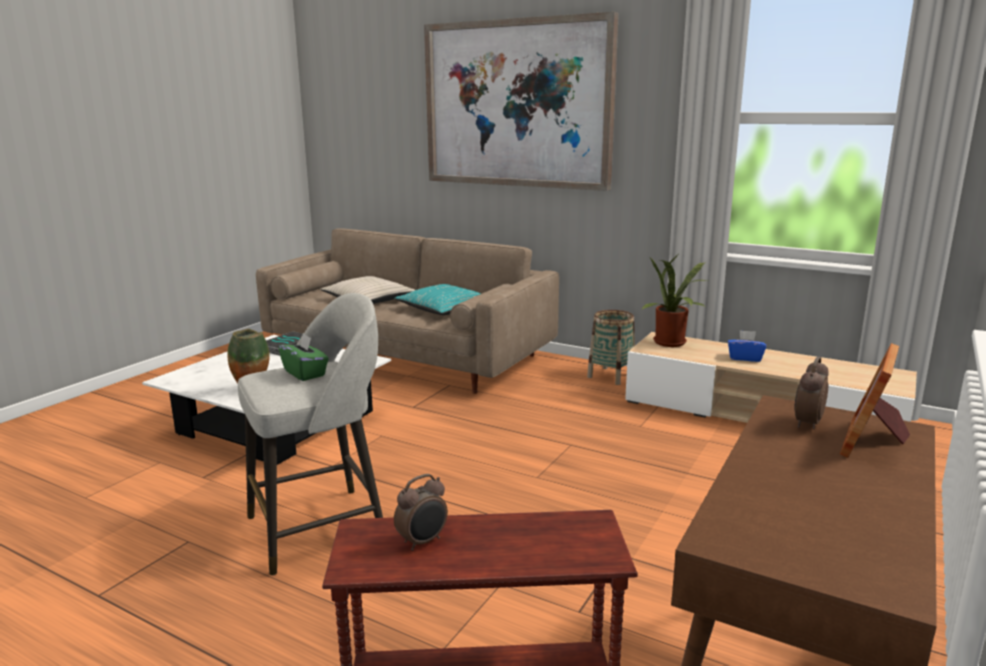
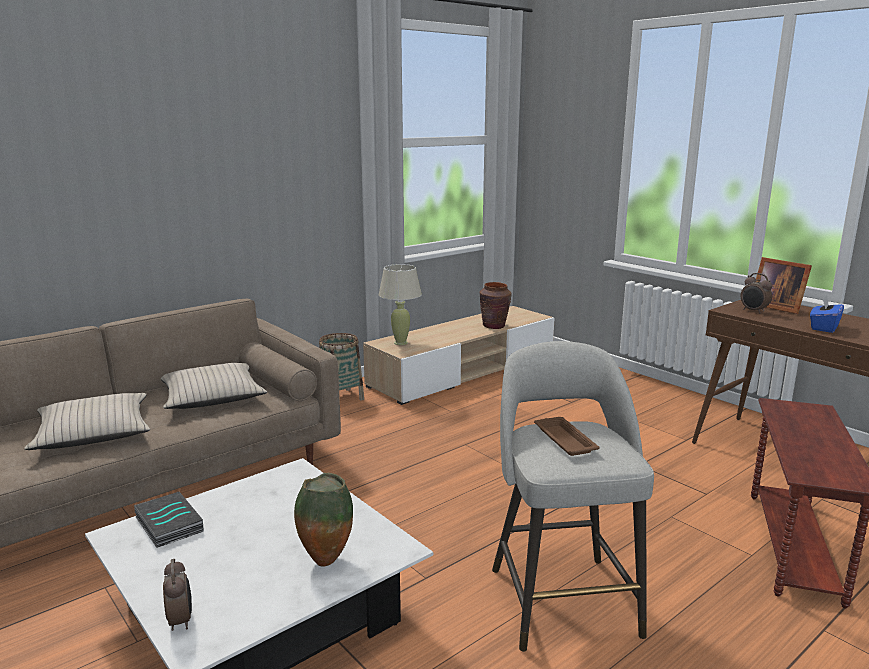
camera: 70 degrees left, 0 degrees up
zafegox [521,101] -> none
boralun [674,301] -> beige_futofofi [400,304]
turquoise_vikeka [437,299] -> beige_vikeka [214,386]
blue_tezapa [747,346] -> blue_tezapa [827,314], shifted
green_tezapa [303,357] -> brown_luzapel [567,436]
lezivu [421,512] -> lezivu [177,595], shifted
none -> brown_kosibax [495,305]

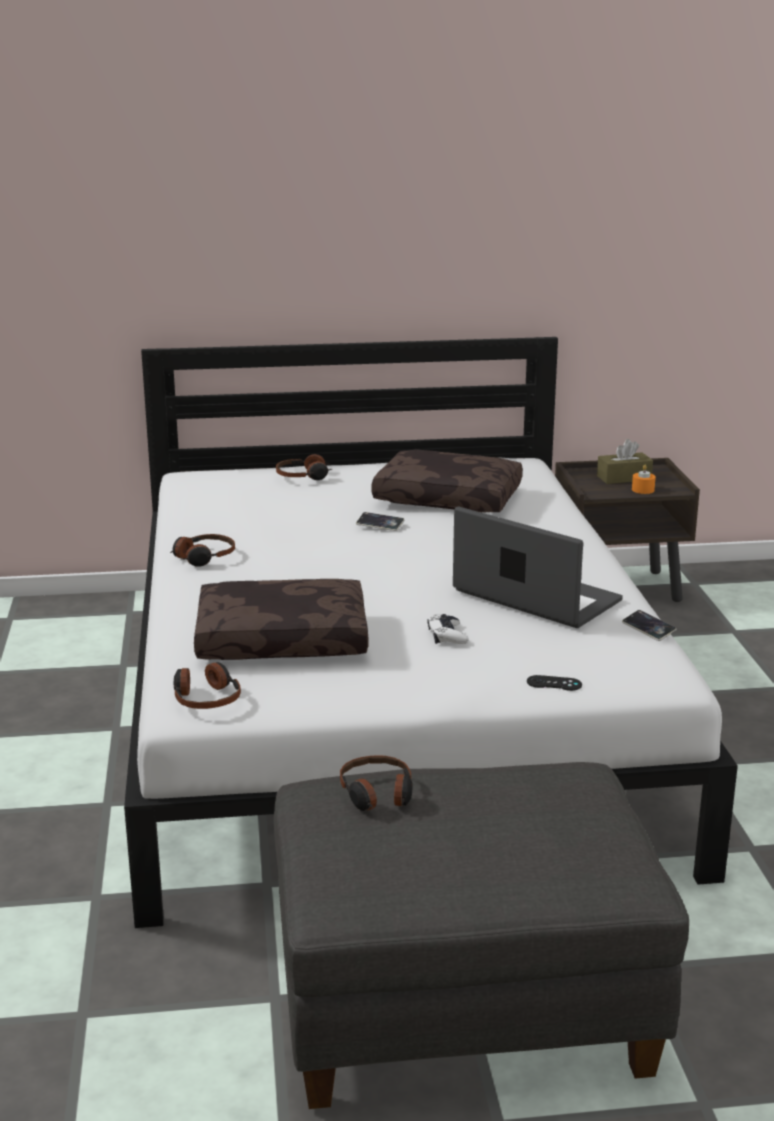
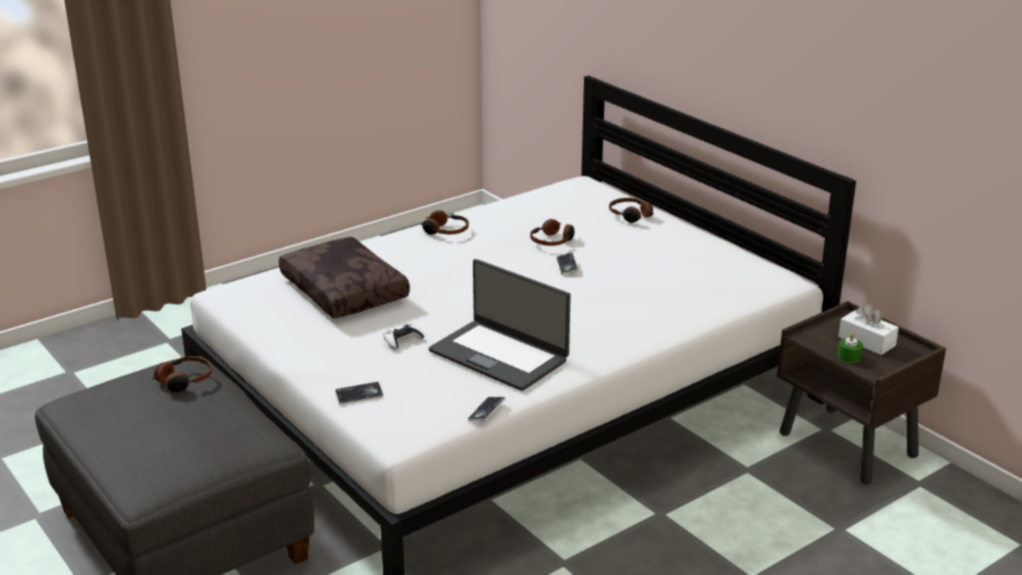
camera: 60 degrees right, 5 degrees up
brown_tezapa [625,461] -> white_tezapa [869,329]
brown_vikeka [447,481] -> none
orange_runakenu [644,479] -> green_runakenu [850,348]
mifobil [538,567] -> mifobil [500,325], 120 degrees clockwise
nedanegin [207,685] -> nedanegin [552,232], shifted
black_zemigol [554,683] -> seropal [359,393]

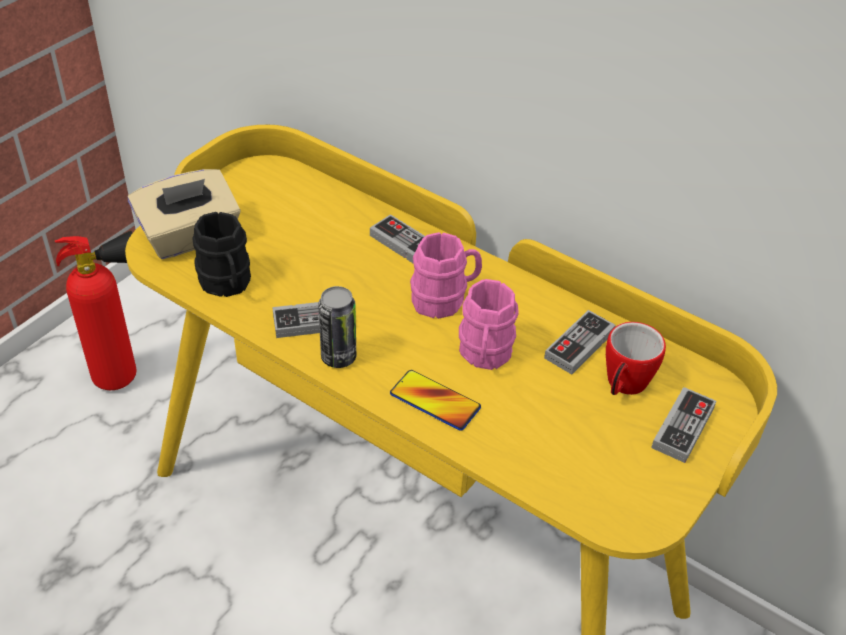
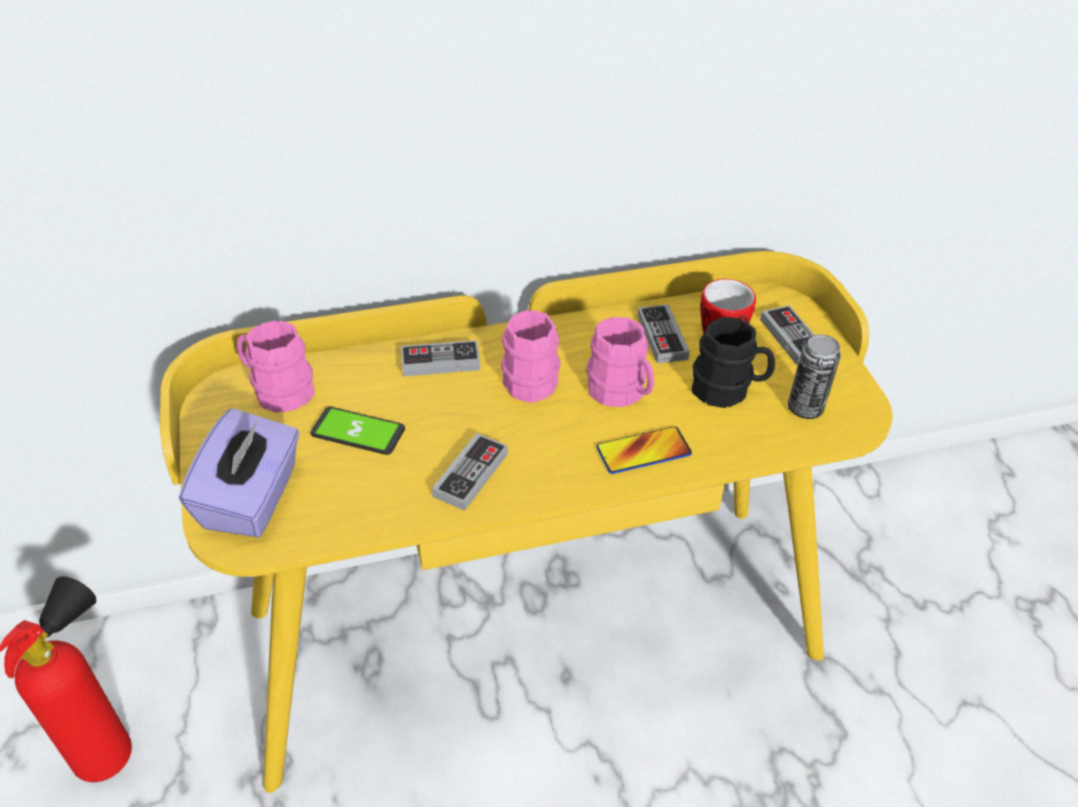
camera: 50 degrees left, 0 degrees up
beige_tezapa [184,214] -> purple_tezapa [239,473]
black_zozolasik [221,254] -> black_zozolasik [733,362], shifted
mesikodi [337,327] -> mesikodi [814,376], shifted
none -> pink_zozolasik [276,366]
none -> seropal [357,431]

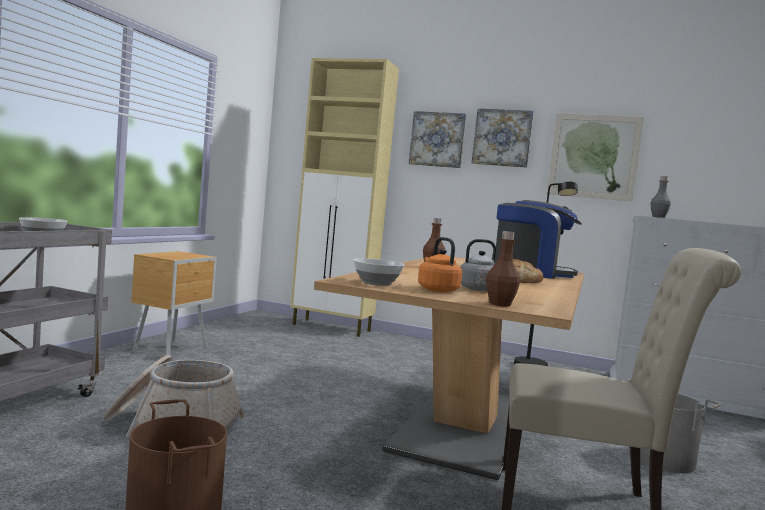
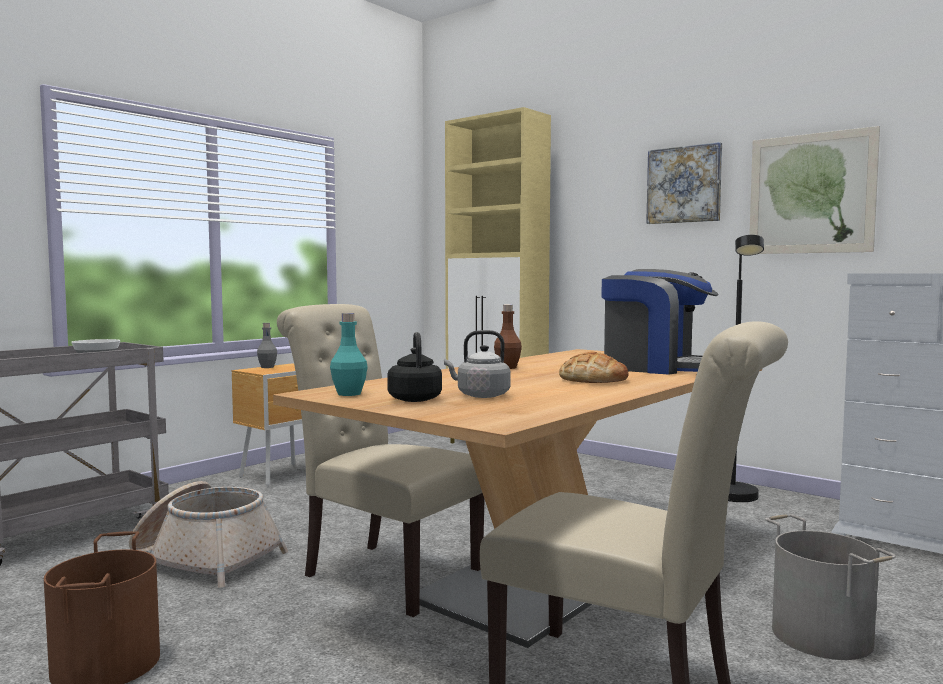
camera: 20 degrees right, 0 degrees up
zafegox [438,139] -> none
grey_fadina [661,197] -> grey_fadina [267,345], shifted
brown_fadina [503,269] -> none
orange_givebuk [440,264] -> black_givebuk [414,367]
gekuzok [379,272] -> turquoise_fadina [348,354]
none -> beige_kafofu [380,460]

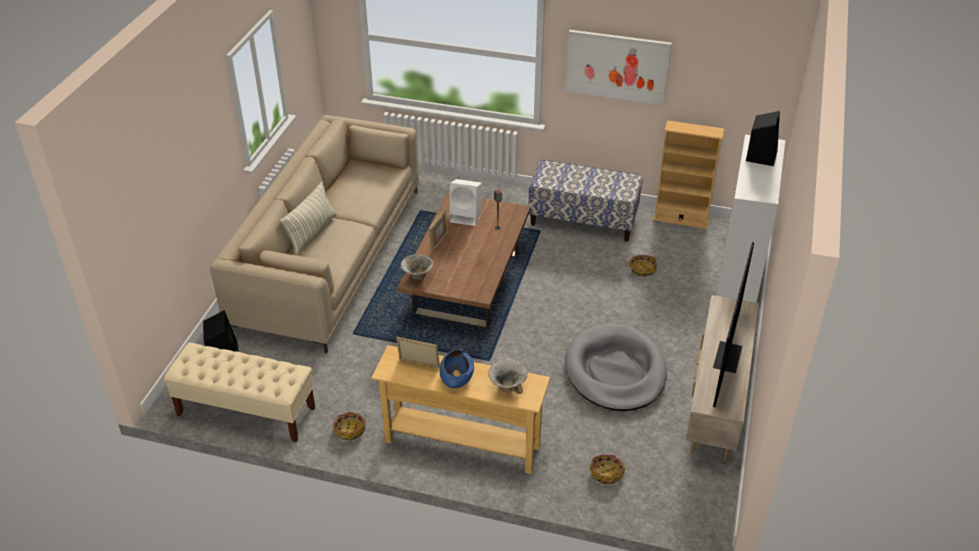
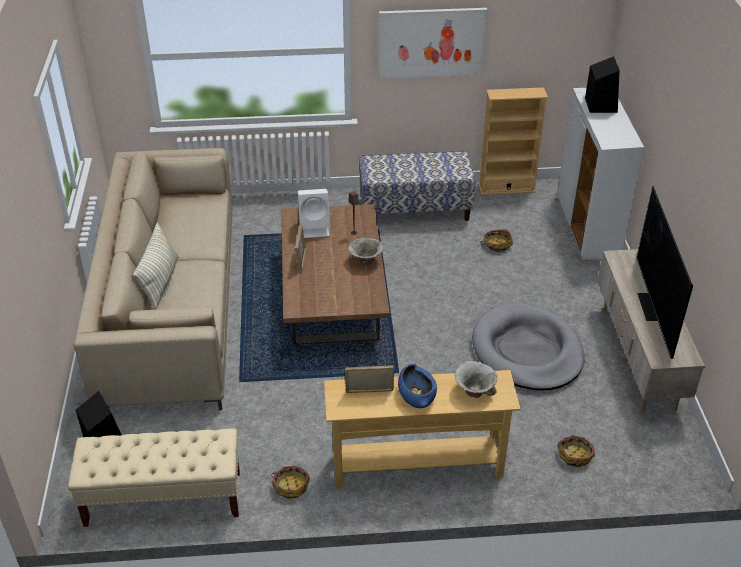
camera: 20 degrees left, 0 degrees up
gekuzok [417,267] -> gekuzok [365,251], shifted

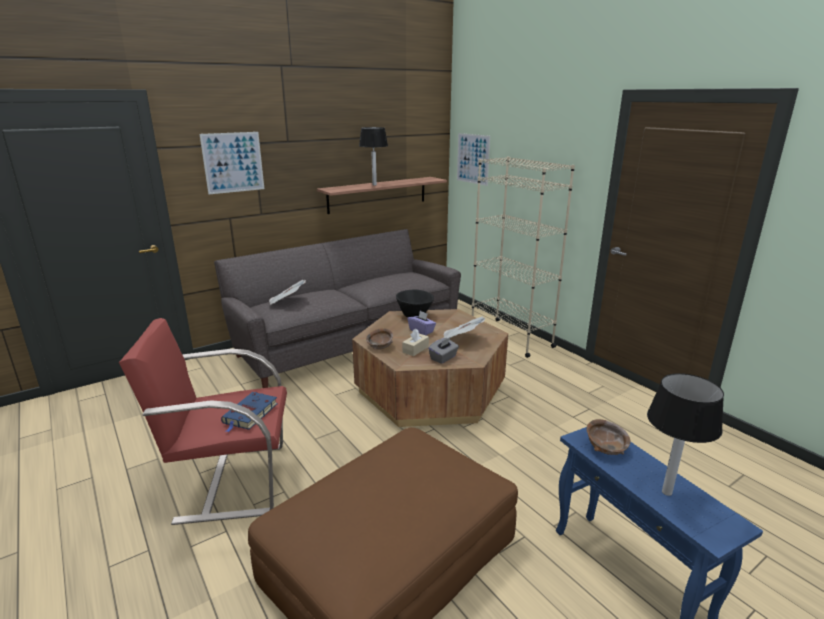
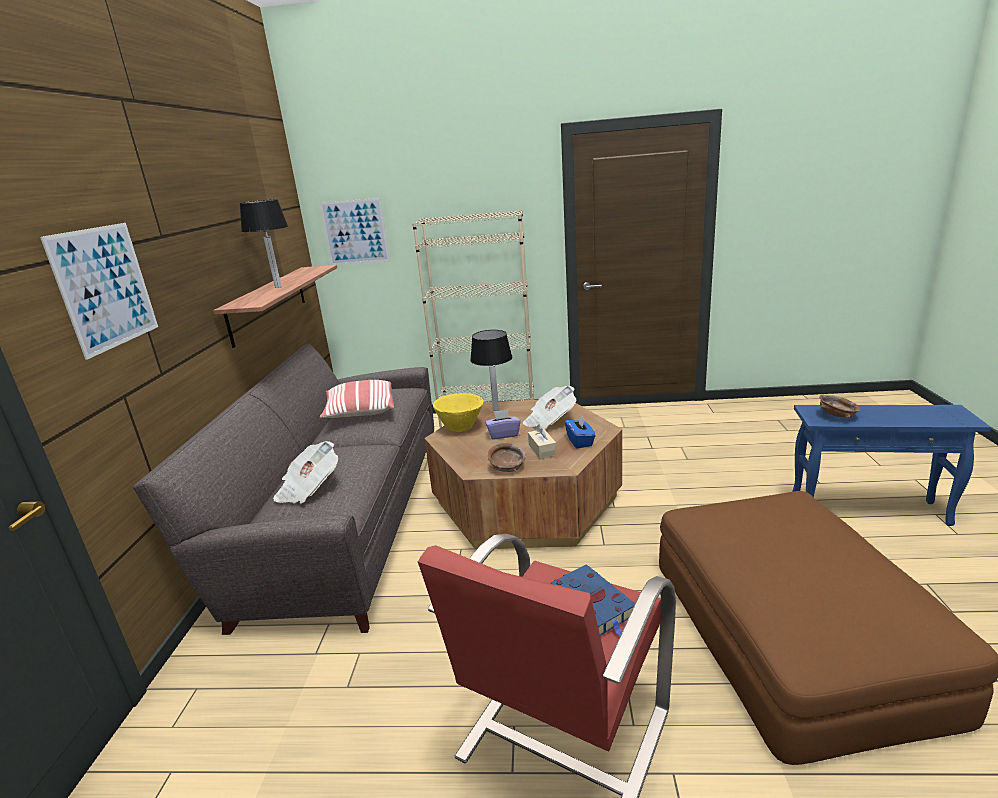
camera: 50 degrees left, 0 degrees up
black_gekuzok [415,303] -> yellow_gekuzok [458,412]
grey_tezapa [443,350] -> blue_tezapa [580,431]
futofofi [685,434] -> futofofi [491,370], shifted
none -> vikeka [357,399]

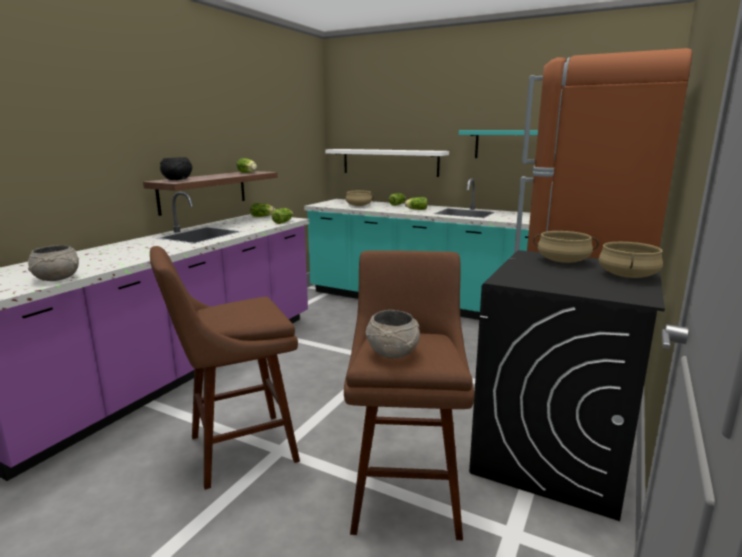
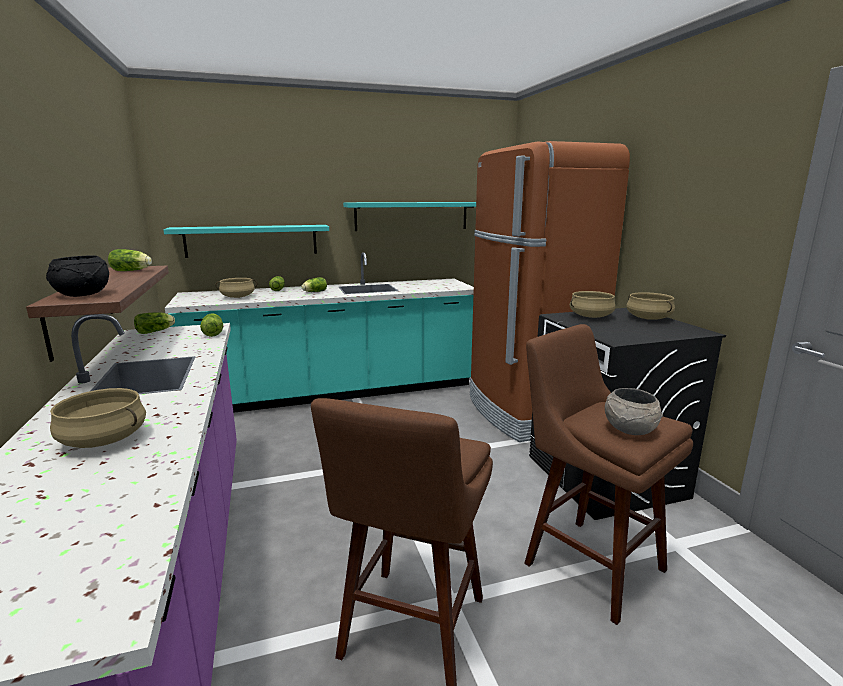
camera: 45 degrees left, 0 degrees up
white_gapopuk [387,163] -> turquoise_gapopuk [246,241]
grey_gekuzok [53,263] -> none
none -> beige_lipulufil [98,418]

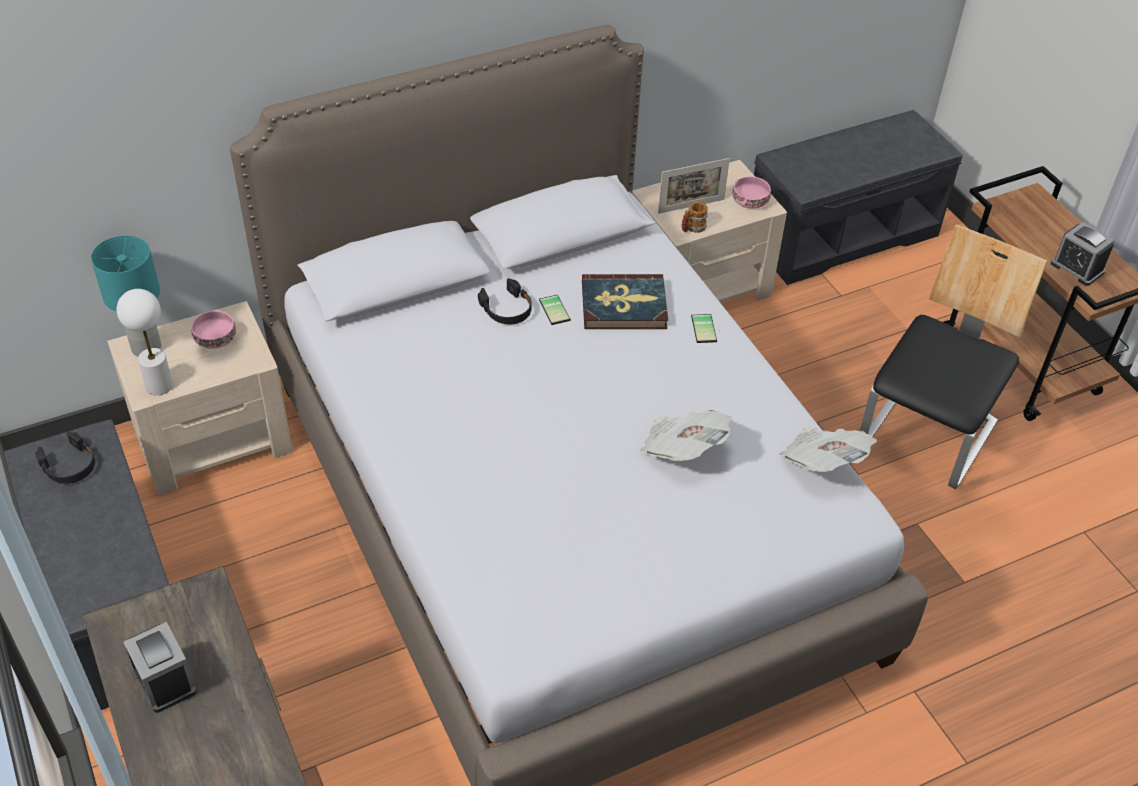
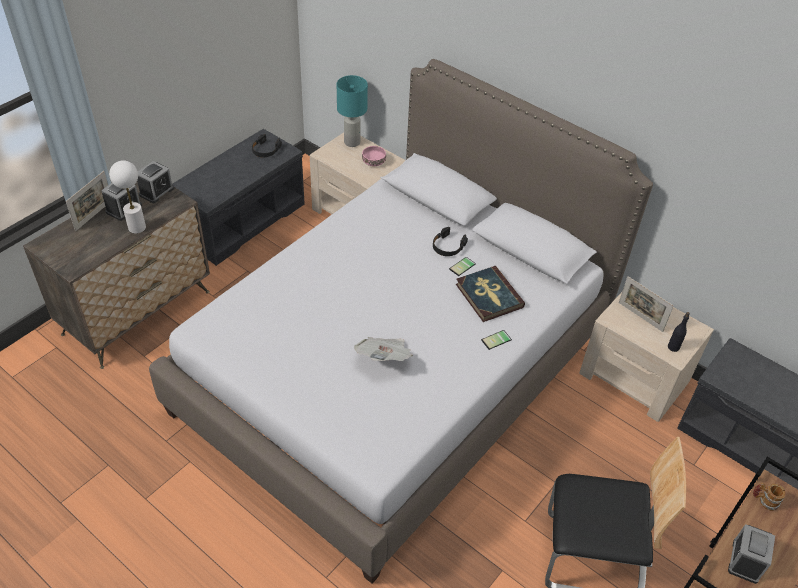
camera: 65 degrees right, 0 degrees up
pink_gekuzok [751,192] -> black_fadina [679,332]
zozolasik [695,217] -> zozolasik [769,496], shifted
white_futofofi [145,342] -> white_futofofi [127,197], shifted
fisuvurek [828,449] -> none
none -> lezivu [155,182]
none -> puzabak [87,201]

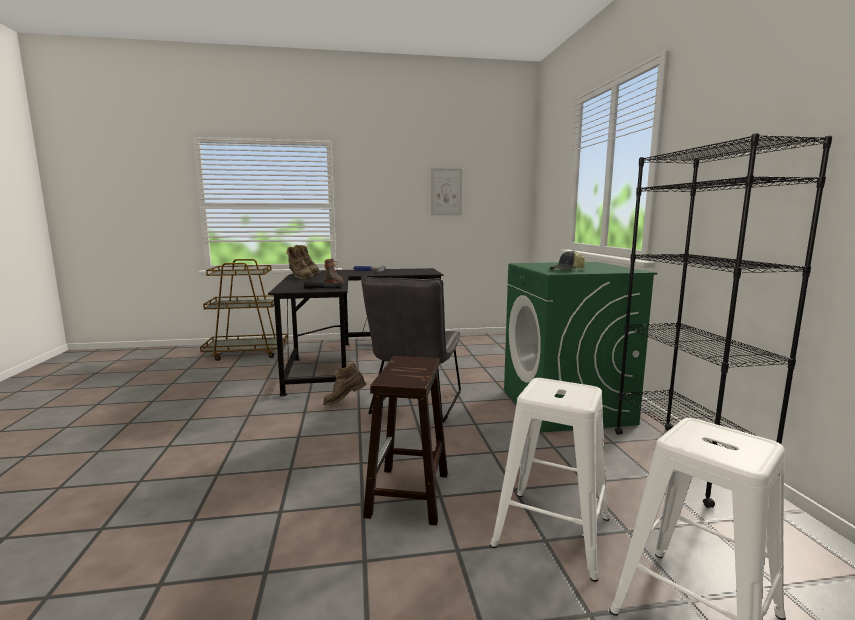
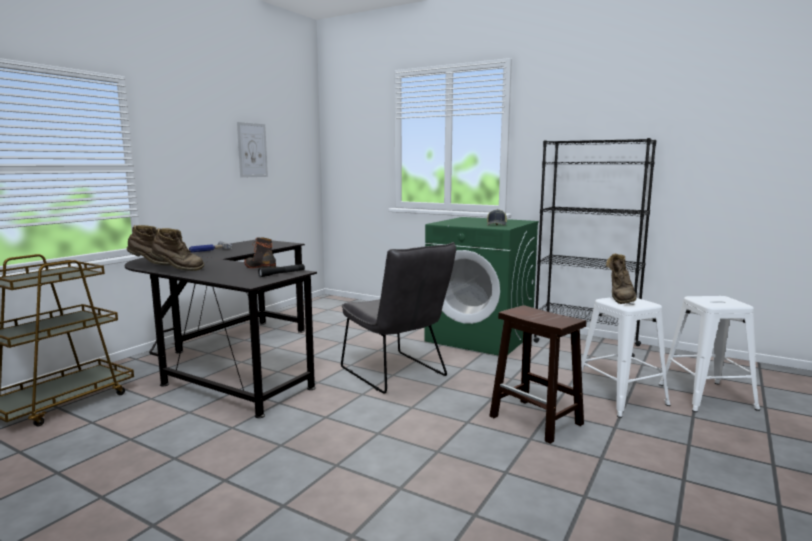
camera: 50 degrees left, 0 degrees up
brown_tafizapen [344,384] -> brown_tafizapen [621,278], shifted

